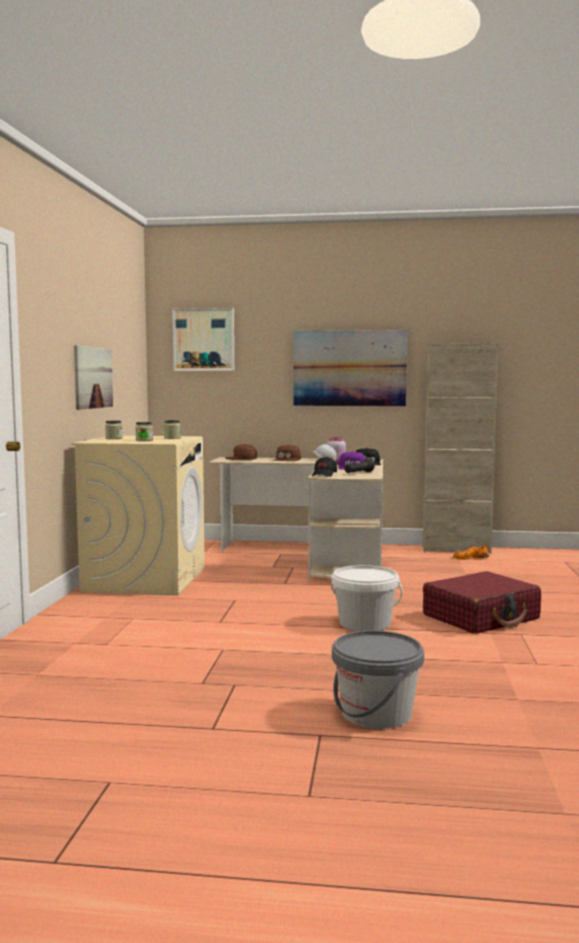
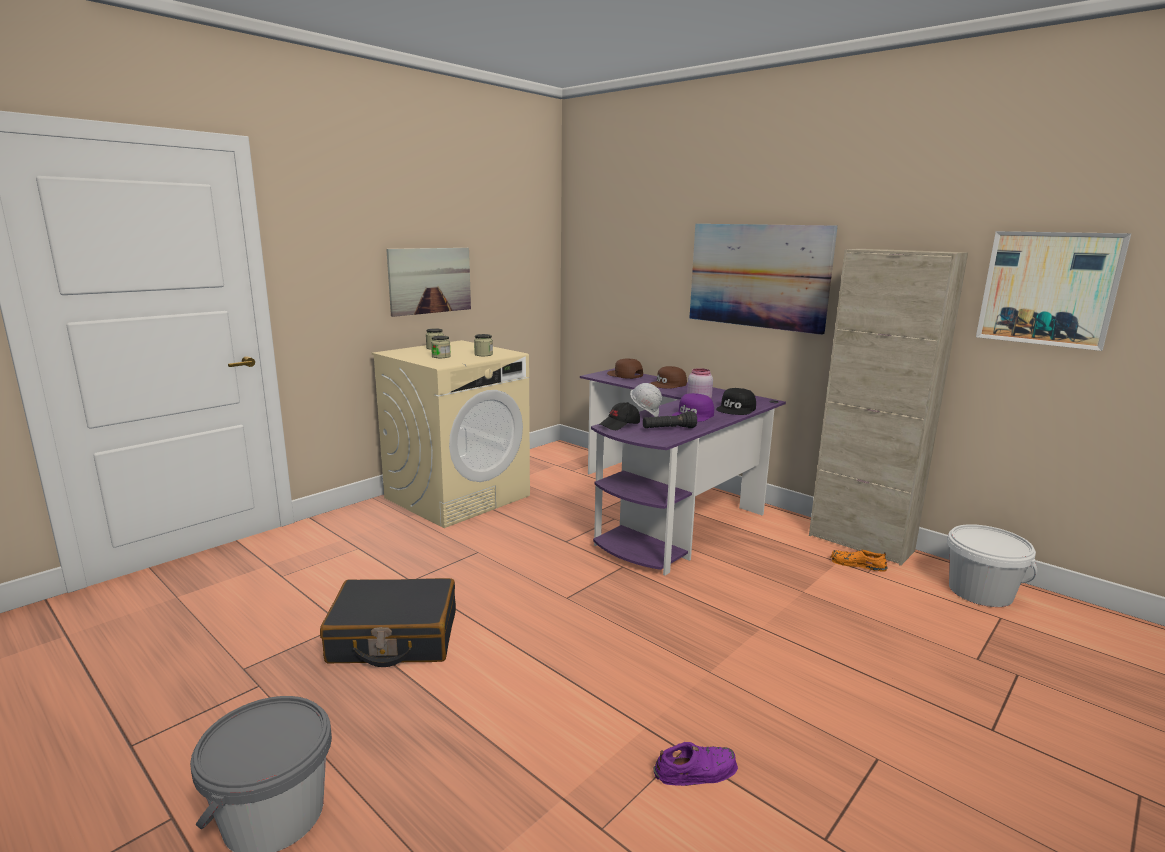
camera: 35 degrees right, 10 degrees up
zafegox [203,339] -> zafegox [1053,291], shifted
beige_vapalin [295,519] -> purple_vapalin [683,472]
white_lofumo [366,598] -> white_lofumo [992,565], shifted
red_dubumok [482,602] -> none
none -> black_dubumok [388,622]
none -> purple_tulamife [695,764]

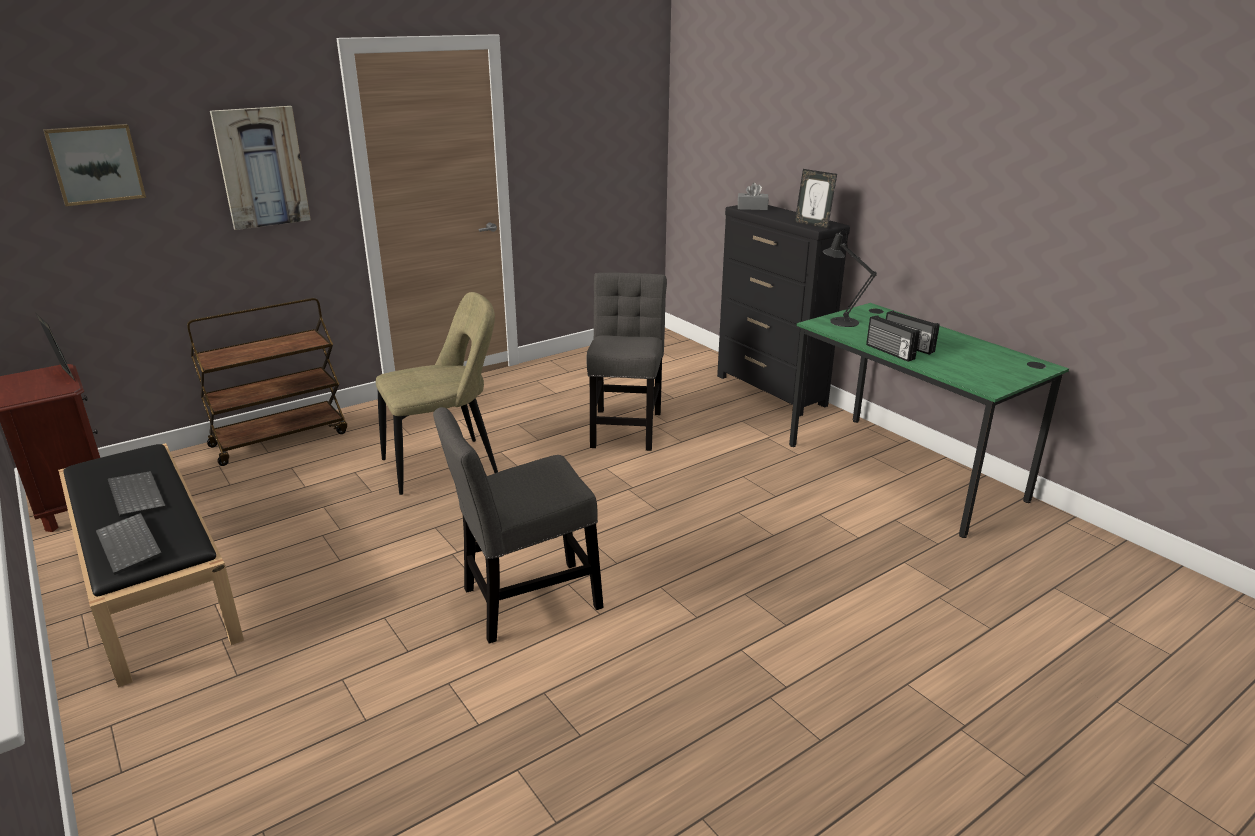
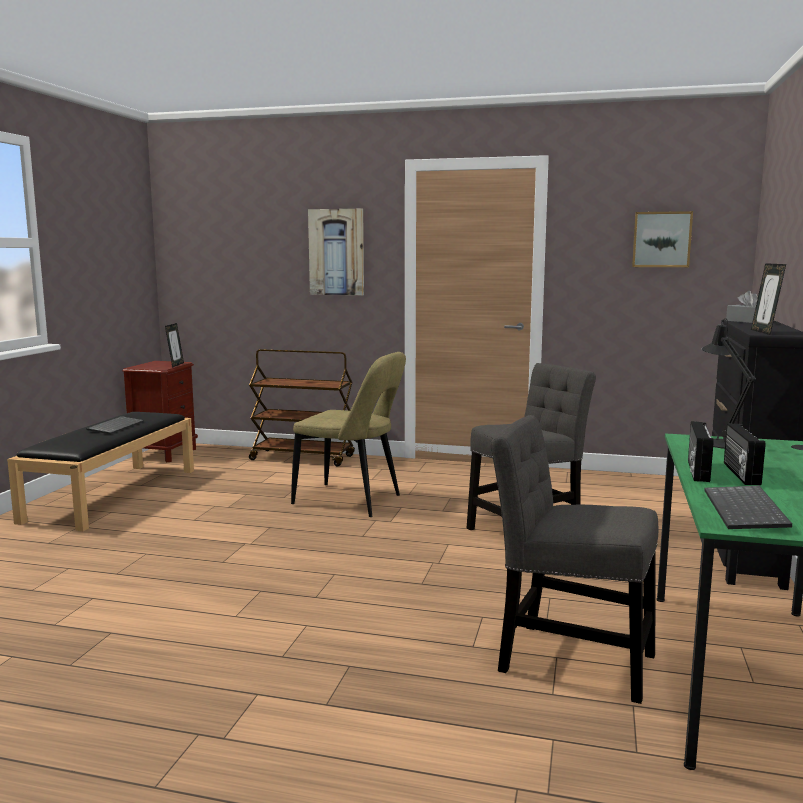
camera: 50 degrees right, 15 degrees down
zafegox [94,165] -> zafegox [662,239], shifted
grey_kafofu [518,525] -> grey_kafofu [574,559], shifted
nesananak [129,544] -> nesananak [748,507], shifted

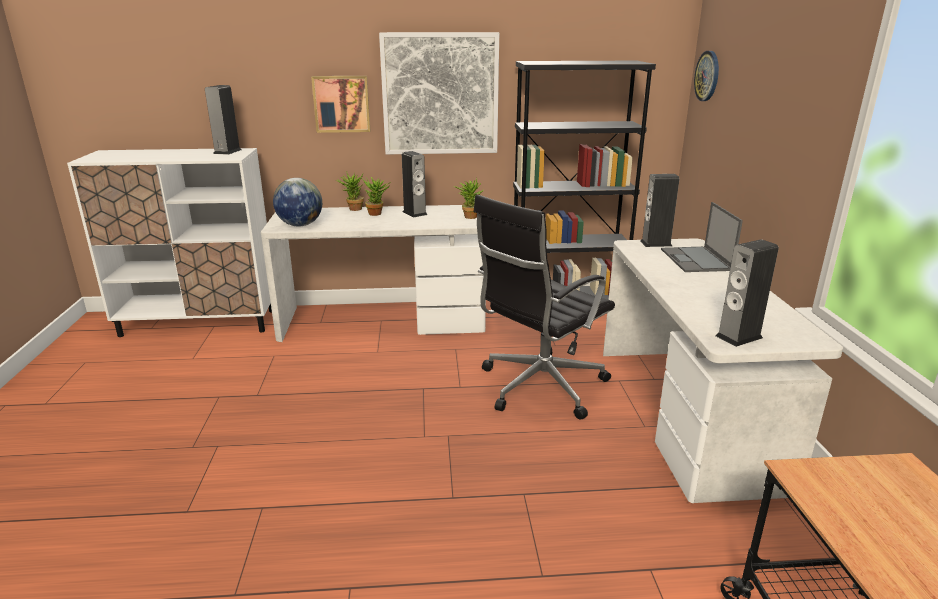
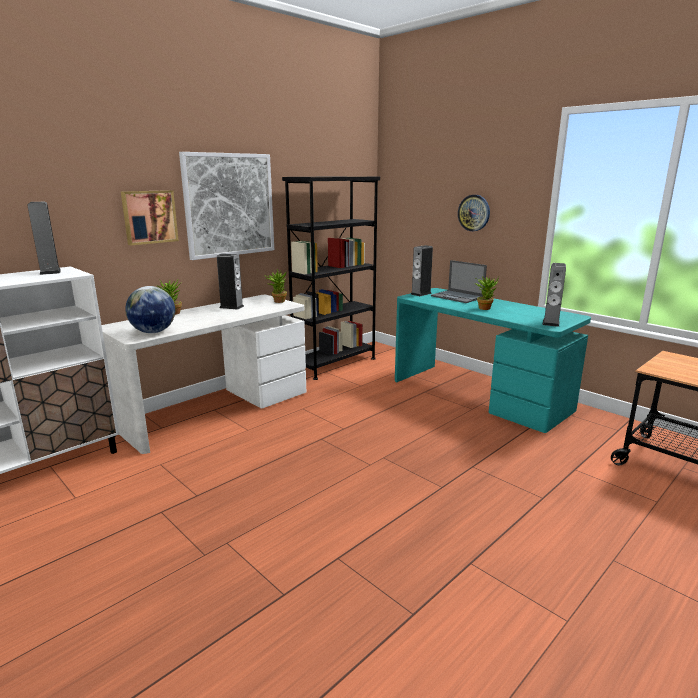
camera: 40 degrees left, 5 degrees down
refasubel [706,76] -> refasubel [474,213], shifted
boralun [377,196] -> boralun [487,293], shifted
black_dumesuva [544,307] -> none
white_vapalin [723,370] -> turquoise_vapalin [493,360]

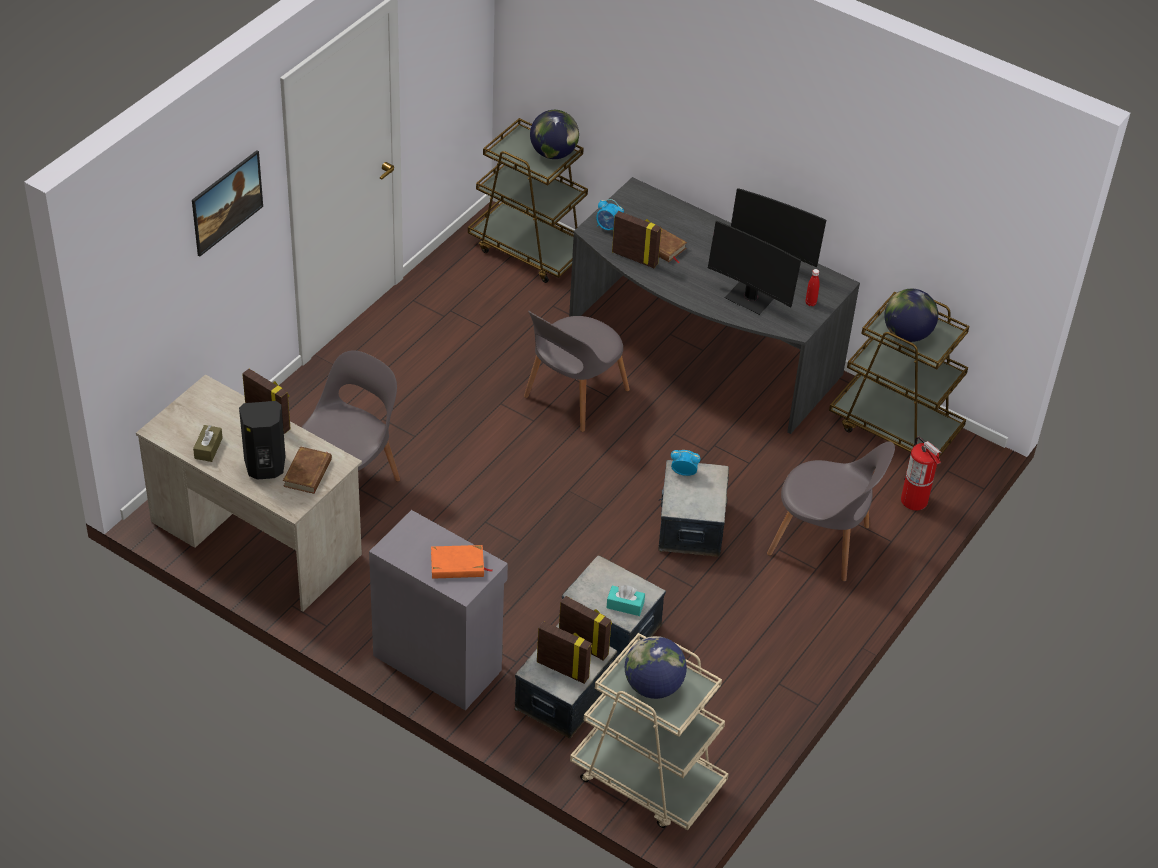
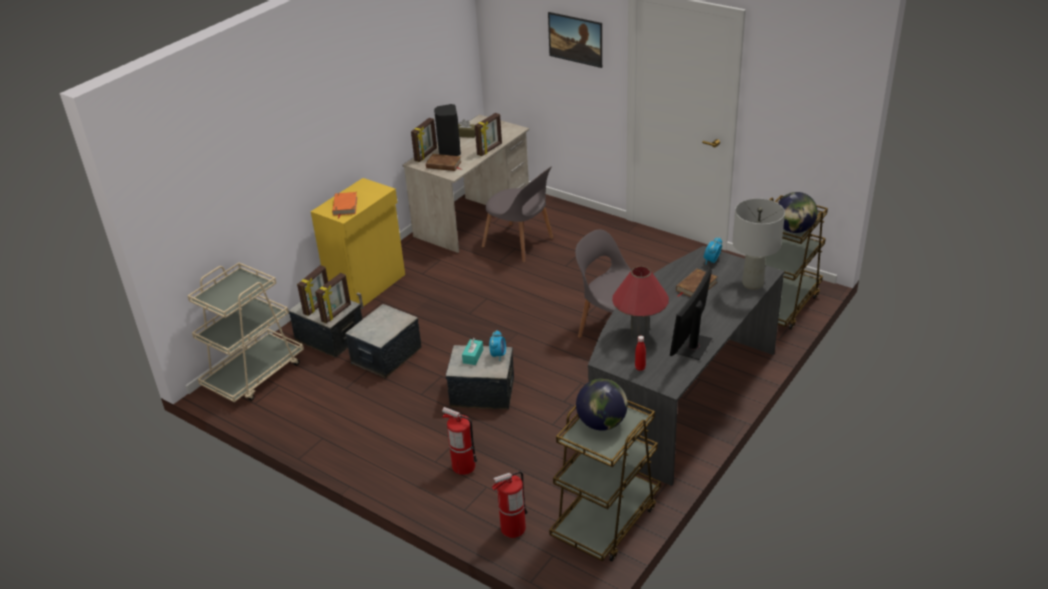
camera: 95 degrees right, 10 degrees down
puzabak [637,239] -> puzabak [424,140], shifted
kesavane [754,268] -> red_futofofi [640,303]
grey_kafofu [831,511] -> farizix [460,441]
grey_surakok [438,610] -> yellow_surakok [358,243]
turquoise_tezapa [626,600] -> turquoise_tezapa [472,351], shifted
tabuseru [656,667] -> none
none -> grey_futofofi [759,244]

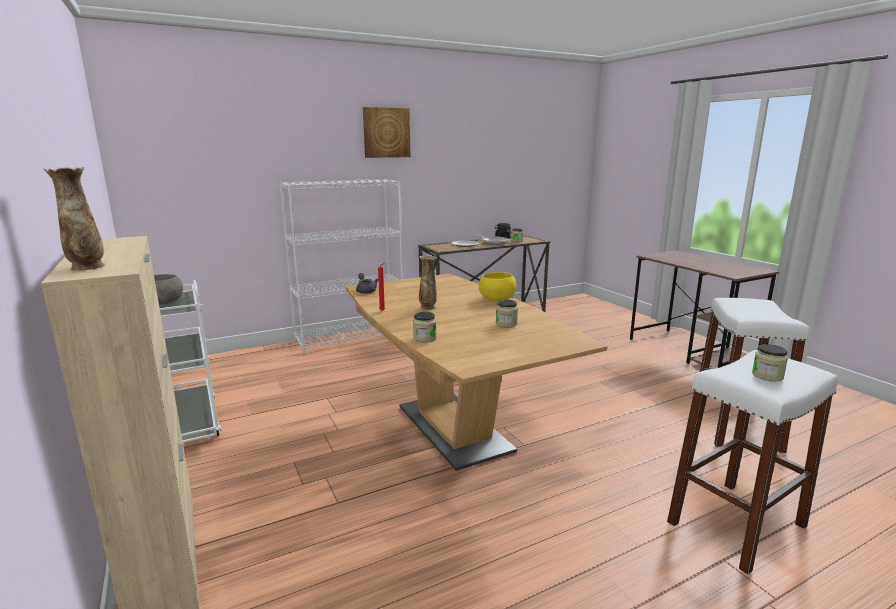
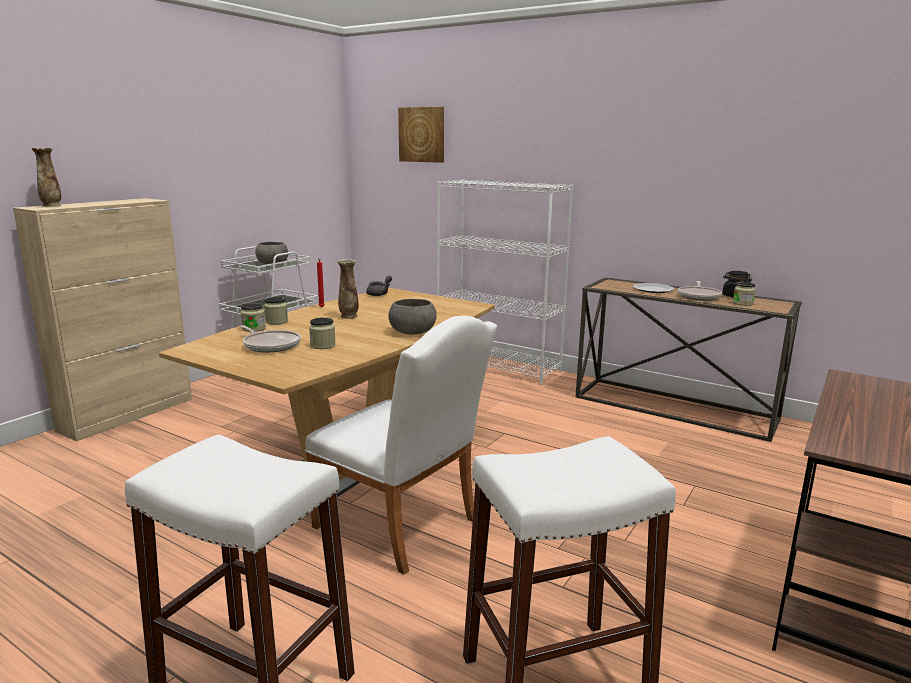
camera: 60 degrees right, 0 degrees up
zafegox [386,132] -> zafegox [421,135], shifted
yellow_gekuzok [498,286] -> grey_gekuzok [412,317]
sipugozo [770,363] -> sipugozo [276,311], shifted
none -> white_kafofu [401,445]
none -> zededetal [270,338]

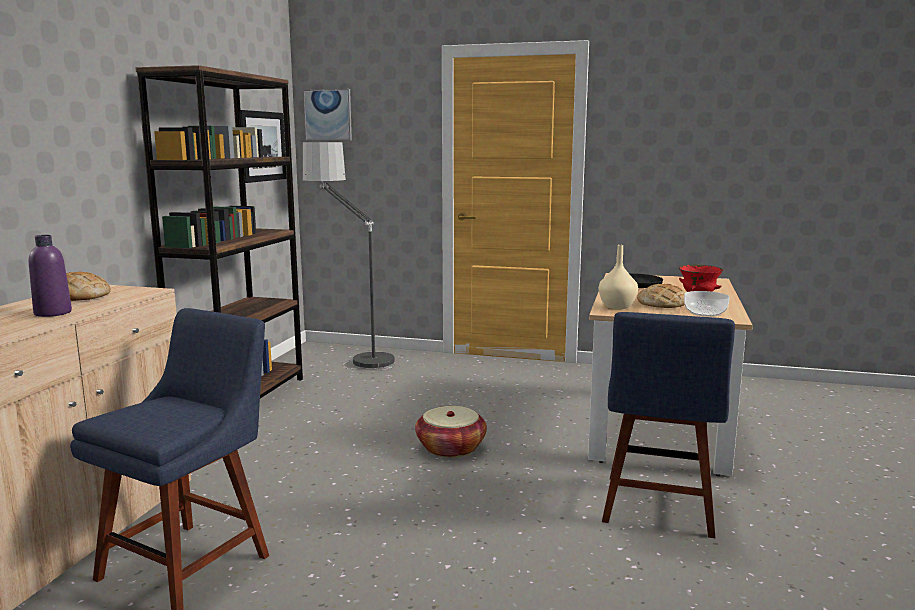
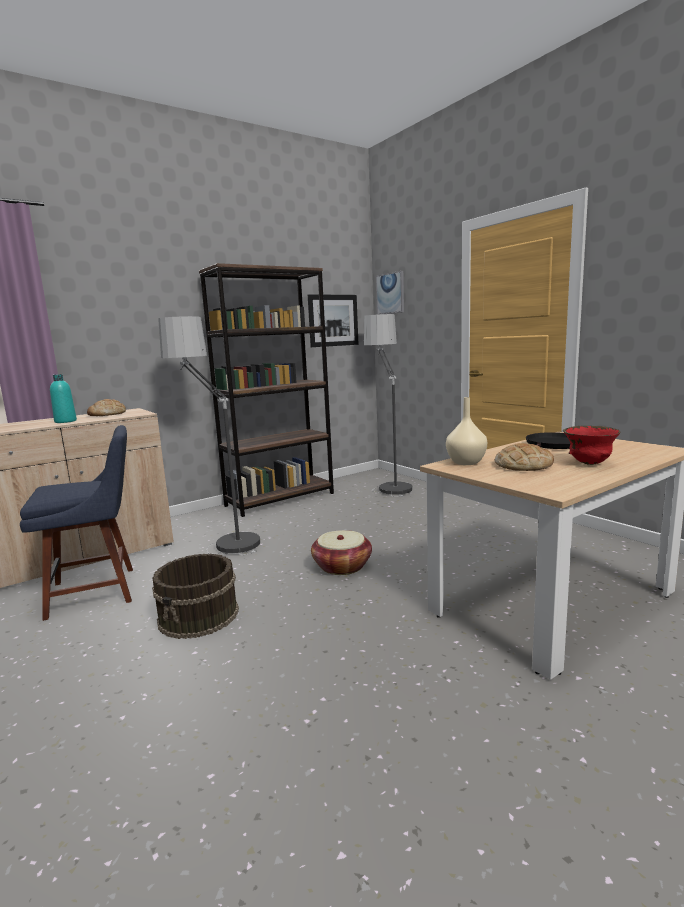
camera: 40 degrees right, 0 degrees up
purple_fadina [50,276] -> turquoise_fadina [63,398]
gekuzok [707,304] -> none
blue_kafofu [668,425] -> none
none -> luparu [209,435]
none -> brown_lofumo [195,596]

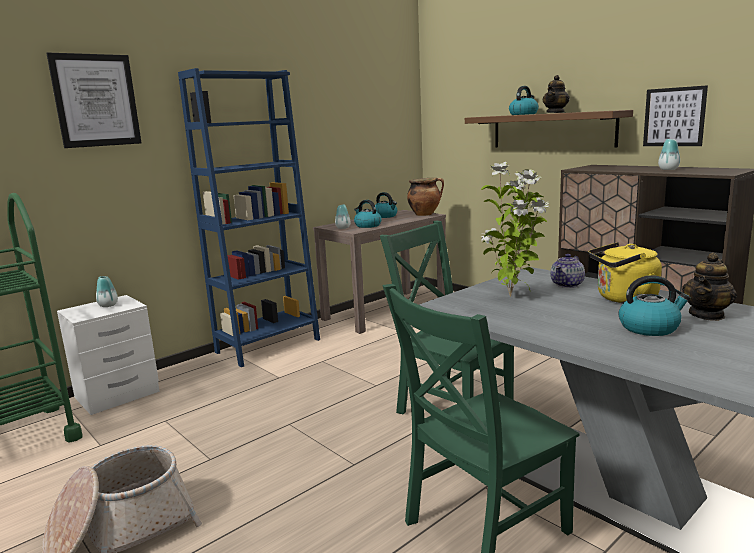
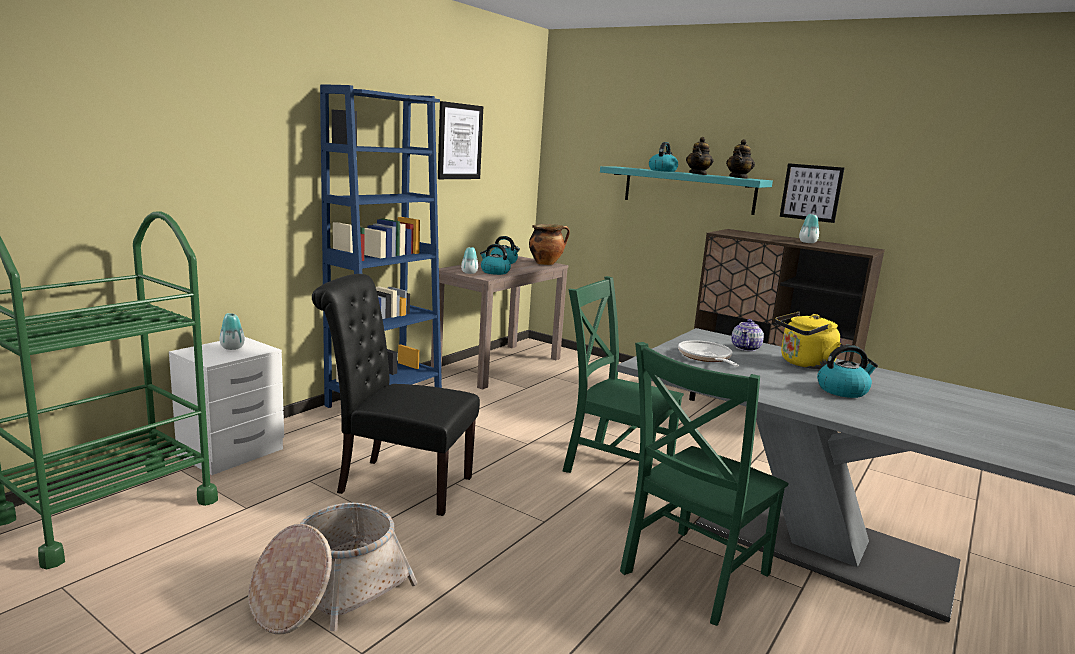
camera: 15 degrees left, 0 degrees up
zafegox [93,100] -> zafegox [460,140], shifted
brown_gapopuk [549,129] -> turquoise_gapopuk [686,190]
boralun [515,229] -> zededetal [708,353]
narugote [709,286] -> narugote [740,159], shifted
none -> black_kafofu [396,395]

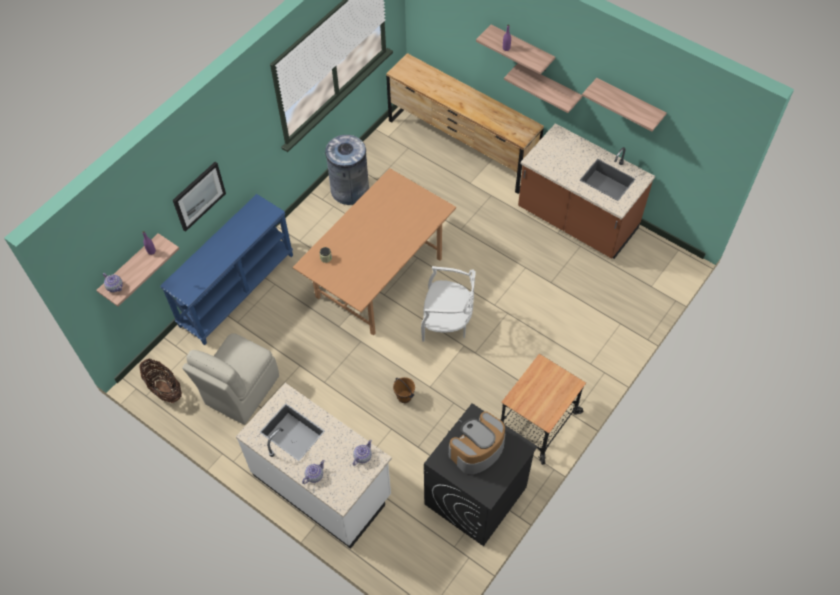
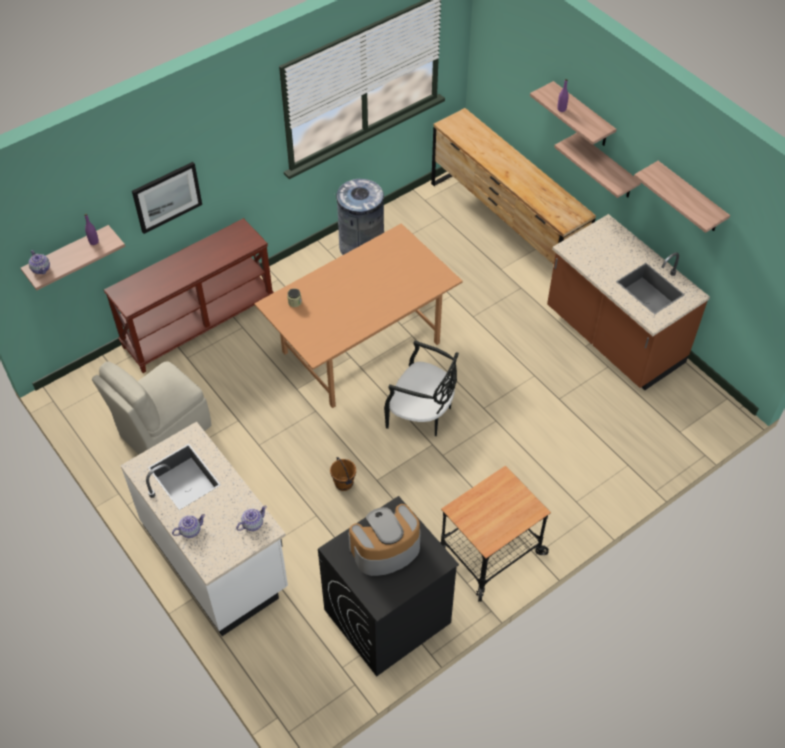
camera: 15 degrees right, 5 degrees down
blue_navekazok [226,269] -> brown_navekazok [189,295]
white_kafofu [448,304] -> black_kafofu [421,388]
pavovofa [160,380] -> none

